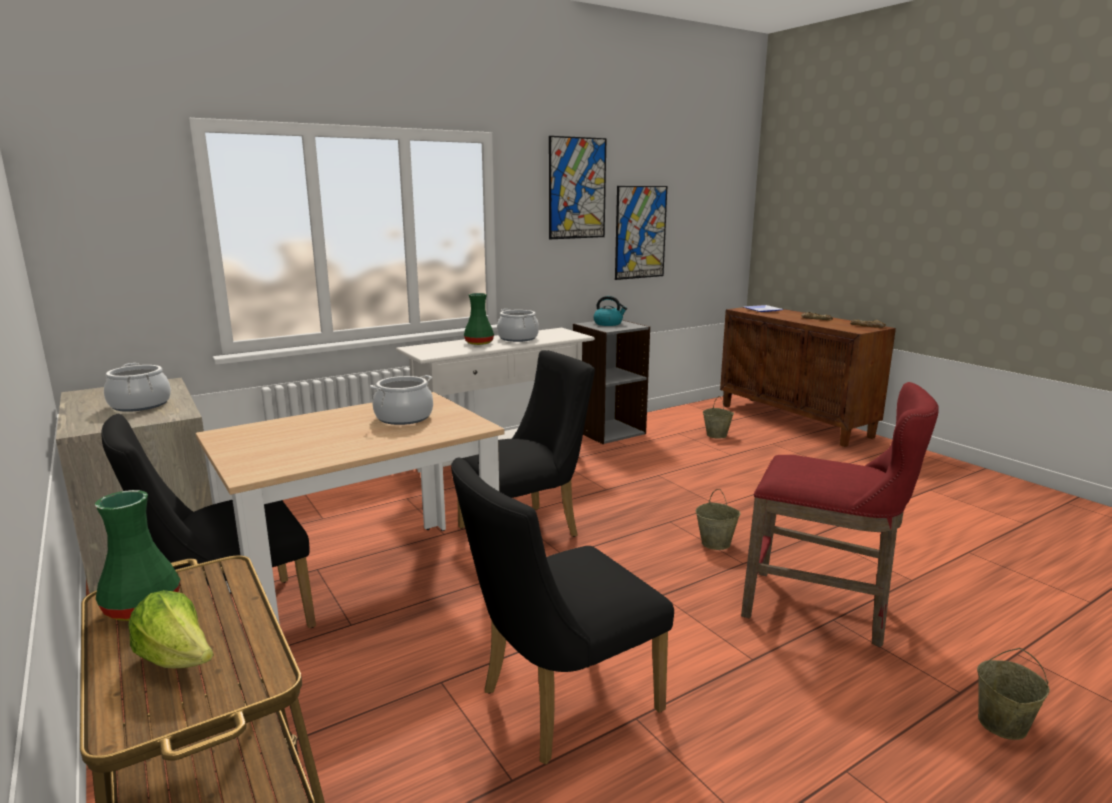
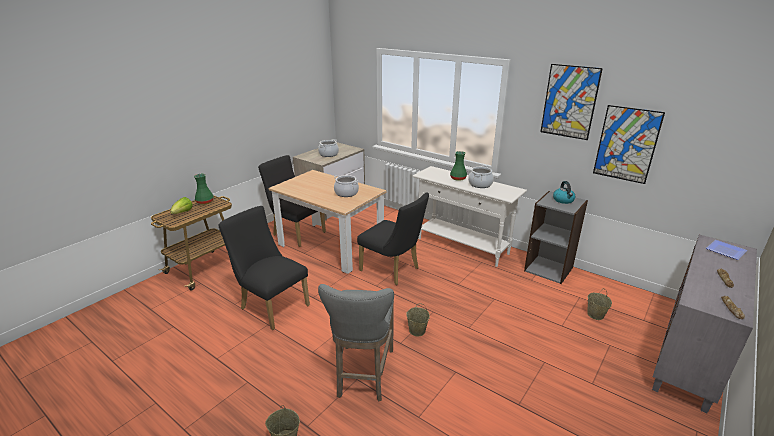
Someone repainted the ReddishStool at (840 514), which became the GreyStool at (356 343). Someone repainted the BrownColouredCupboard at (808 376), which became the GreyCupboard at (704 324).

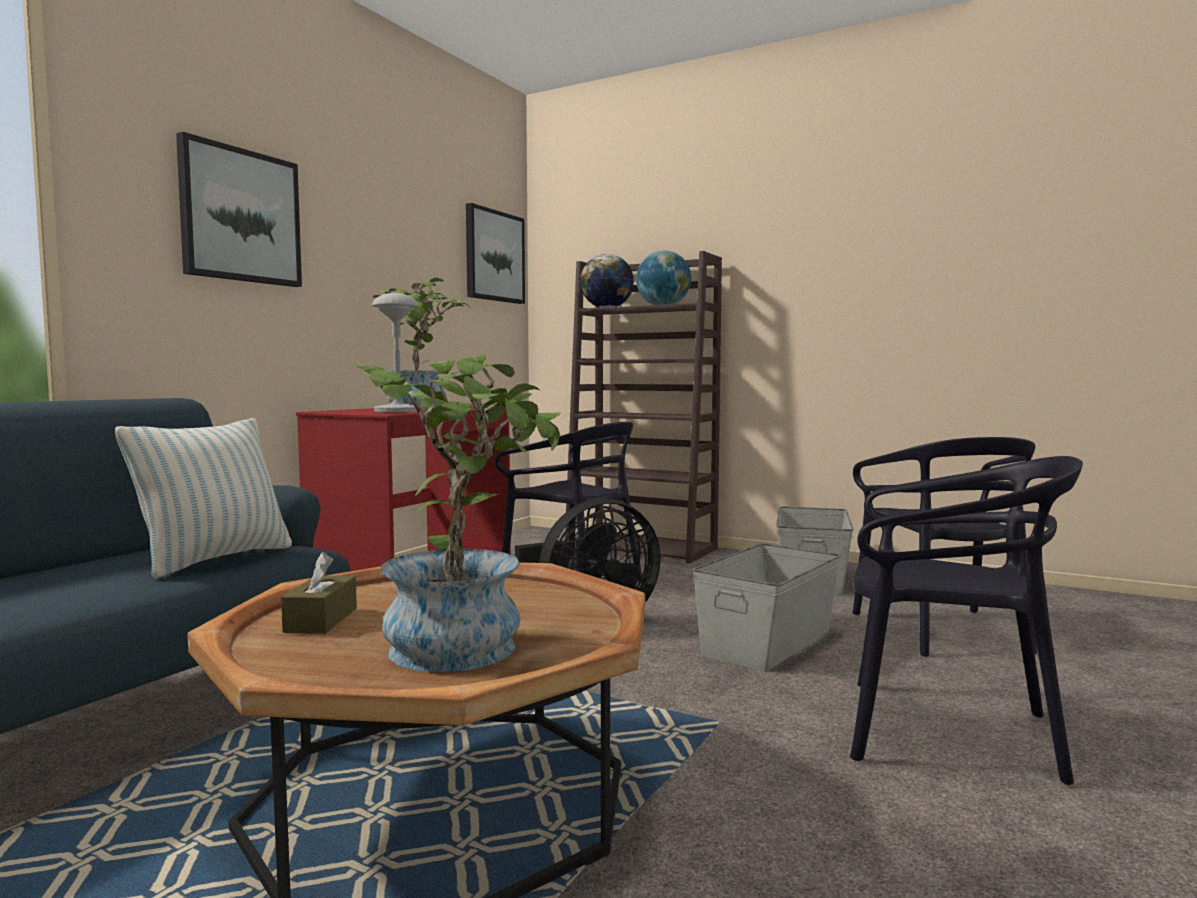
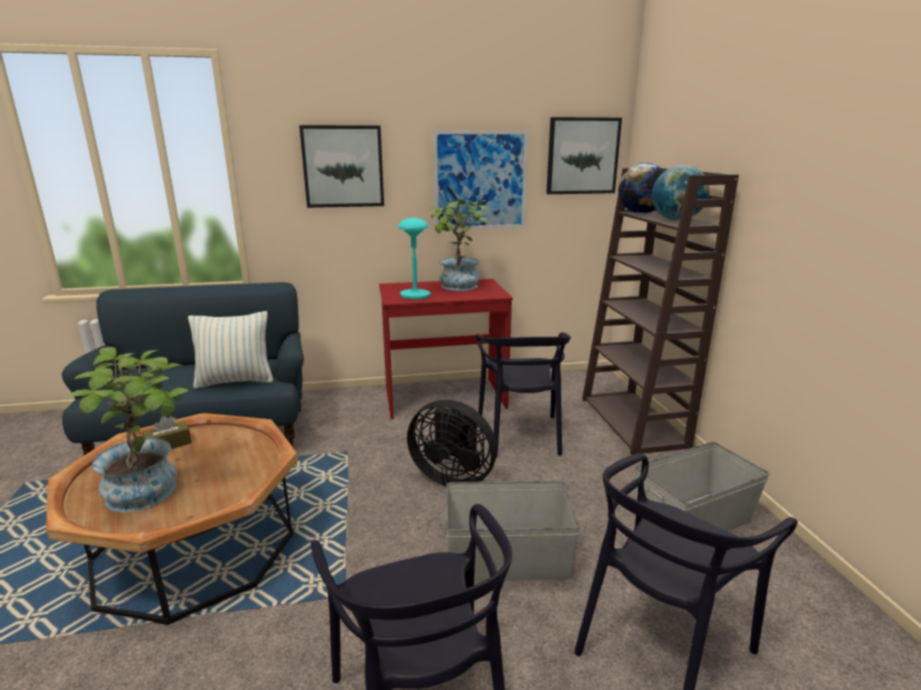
Someone repainted the GreyTableLamp at (397 353), which became the TurquoiseTableLamp at (414 258). Someone put up the WallPicture at (481 180).

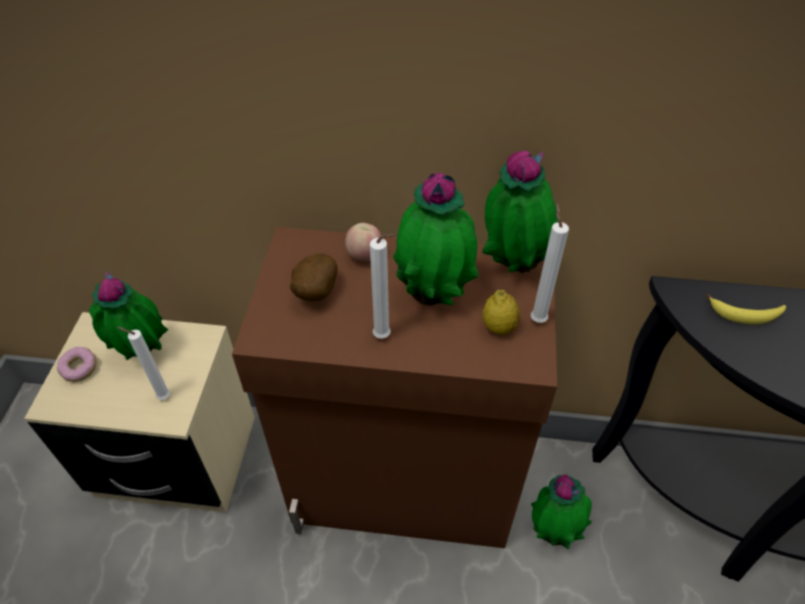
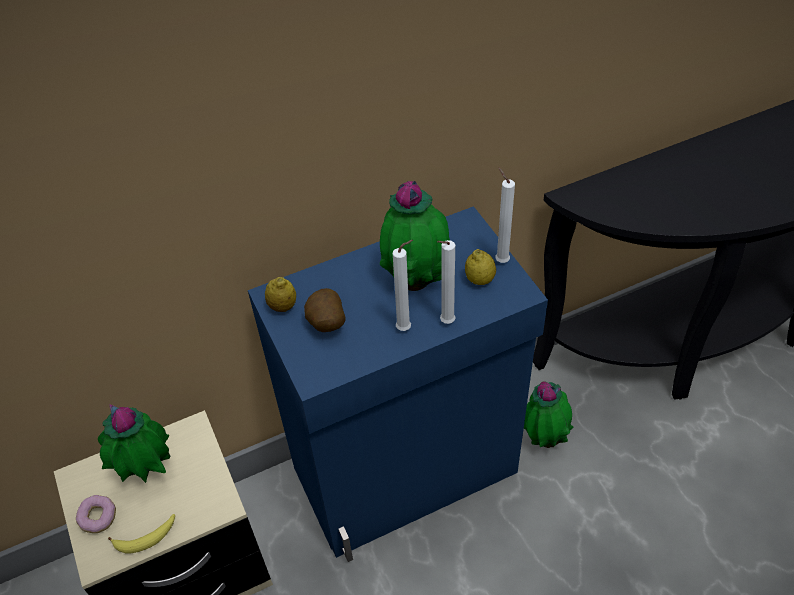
Someone carried the WholeBanana from (746 309) to (141 533). Someone repainted the BrownColouredCupboard at (394 387), which became the BluishCupboard at (398 384). Someone put down the WholeLemon at (280 294). Someone carried the WhiteWaxLight from (143 363) to (446 282). Someone took away the WholeApple at (363 242). Someone took away the PlantInAPot at (520 212).

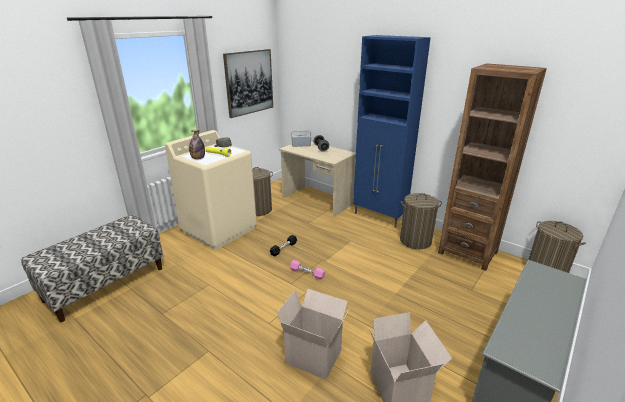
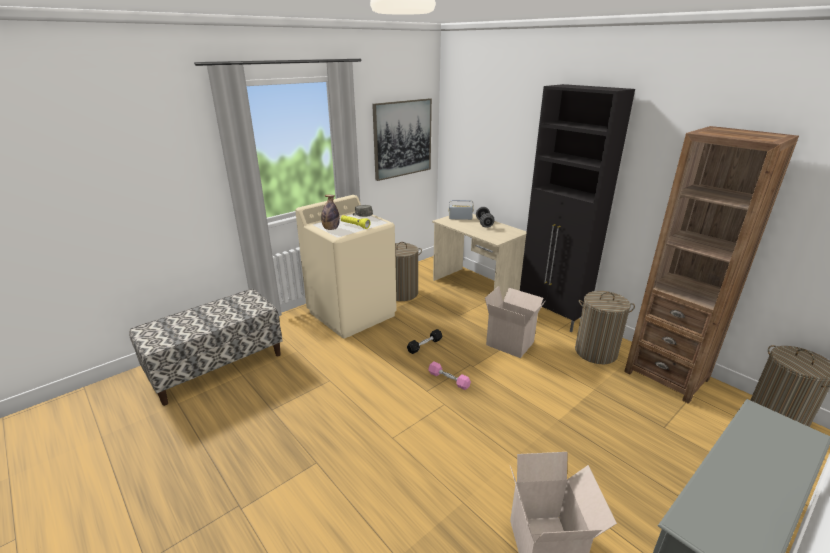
Someone carried the Carton from (313 334) to (515 322). Someone repainted the BluishCupboard at (392 131), which became the BlackCupboard at (577 208).

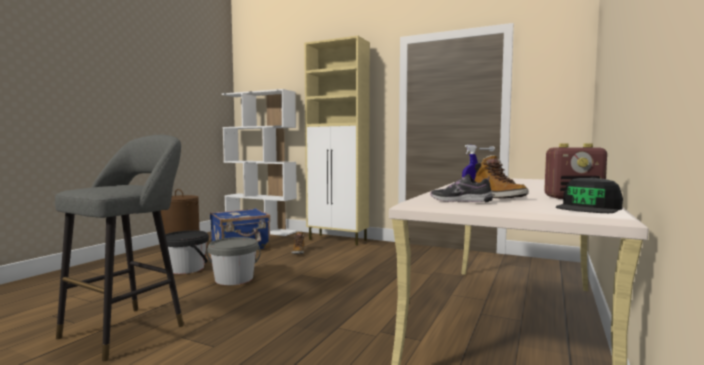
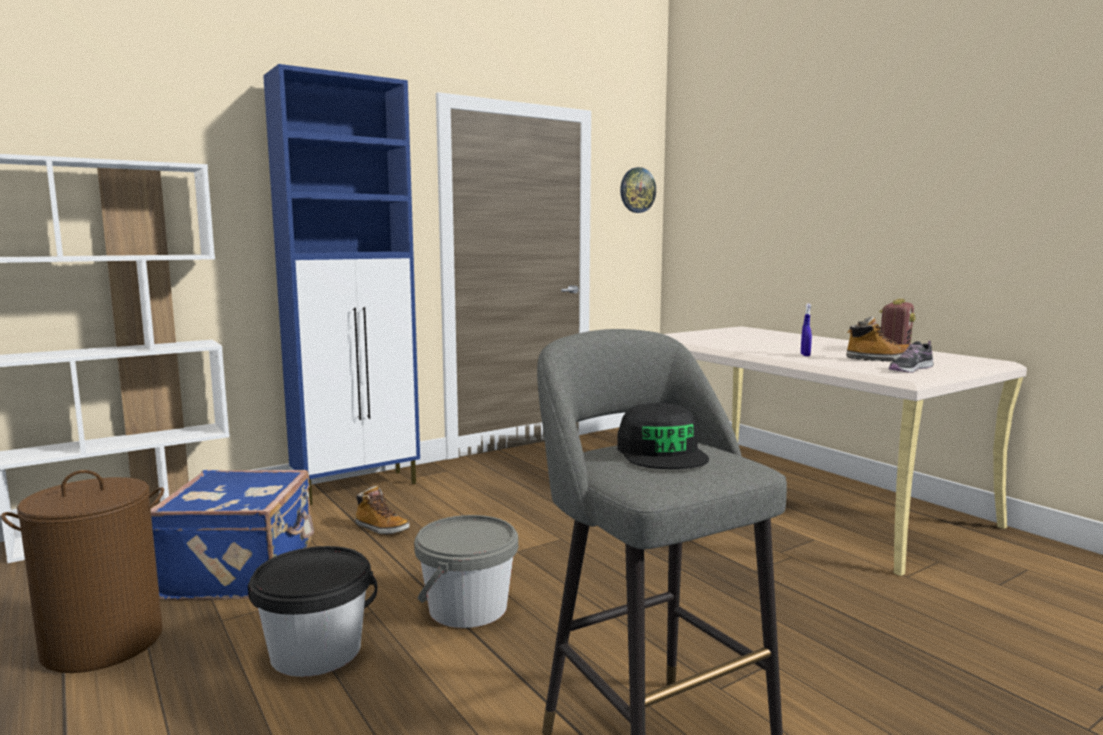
Someone repainted the SandColouredCupboard at (337 140), which became the BluishCupboard at (341 284). Someone carried the BlackBaseballCap from (589 195) to (663 436). Someone put up the WallClock at (638 190).

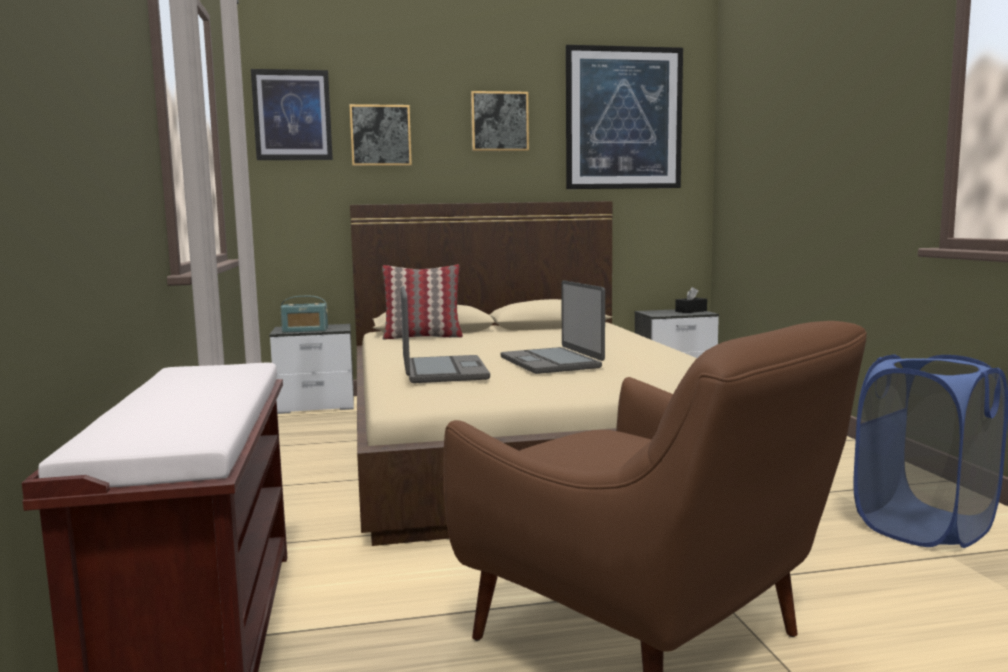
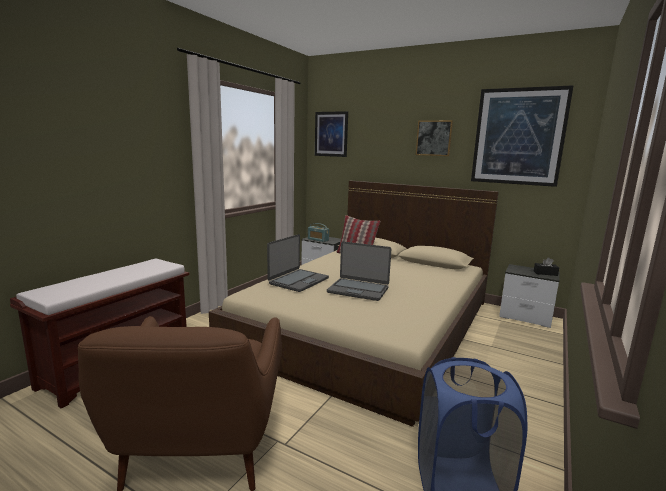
Someone rotated the PortableComputer at (553 327) by 90 degrees counterclockwise. Someone took away the WallPicture at (380 135).

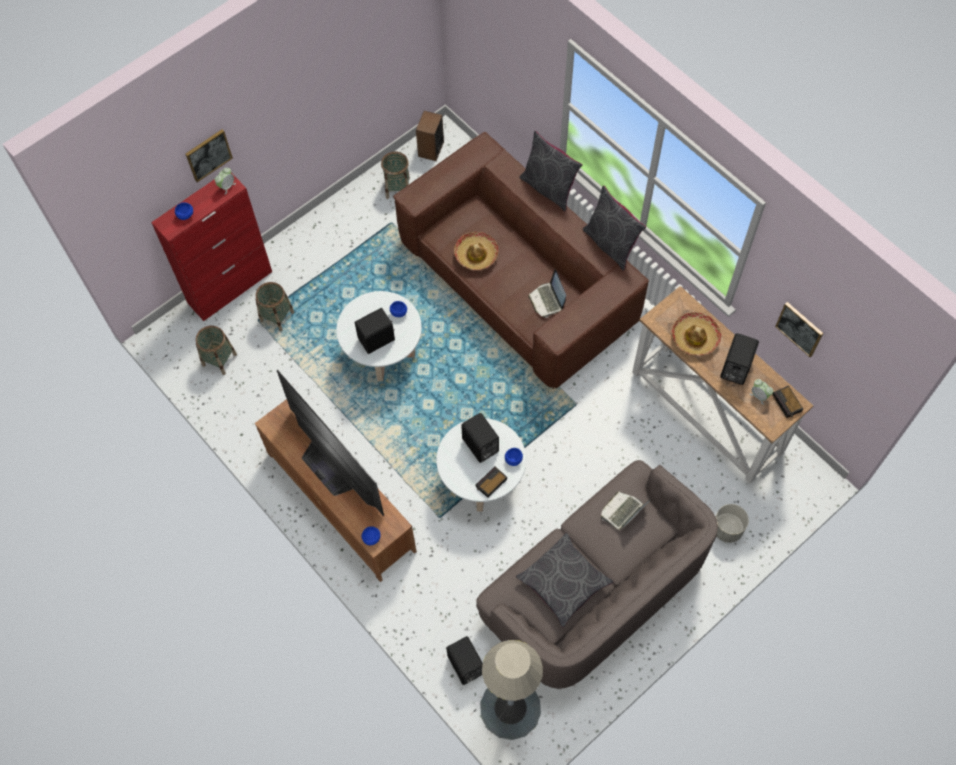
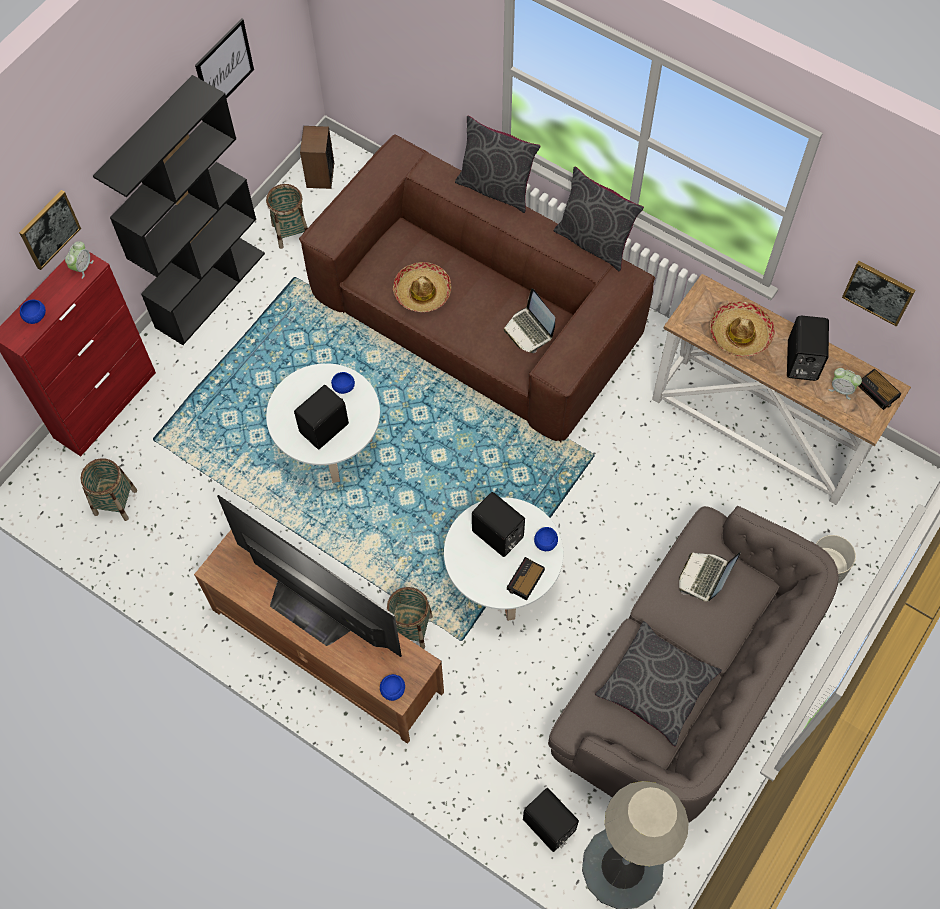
Someone put down the BlackBookcase at (179 210). Someone put up the WallPicture at (224 58). Someone carried the StorageBasket from (274 306) to (410 618).

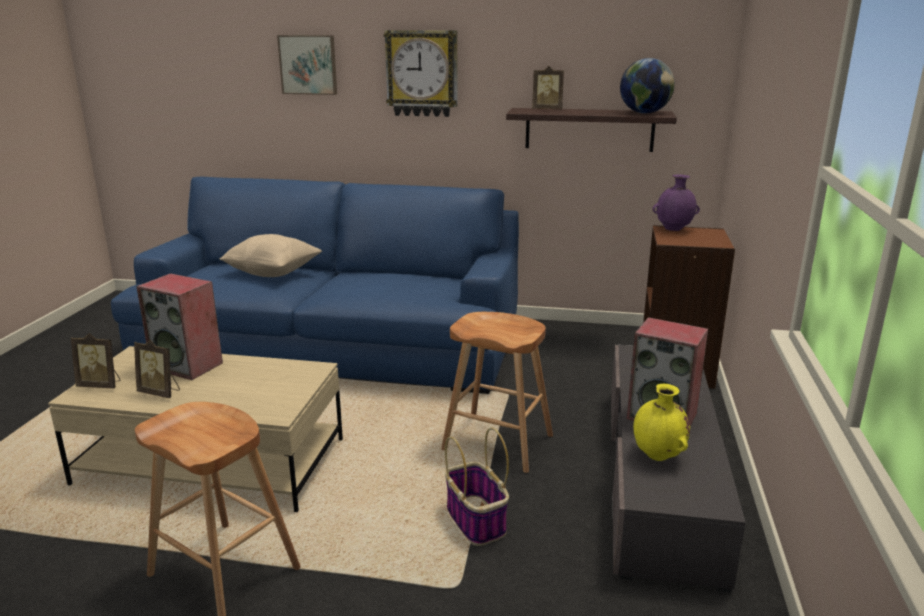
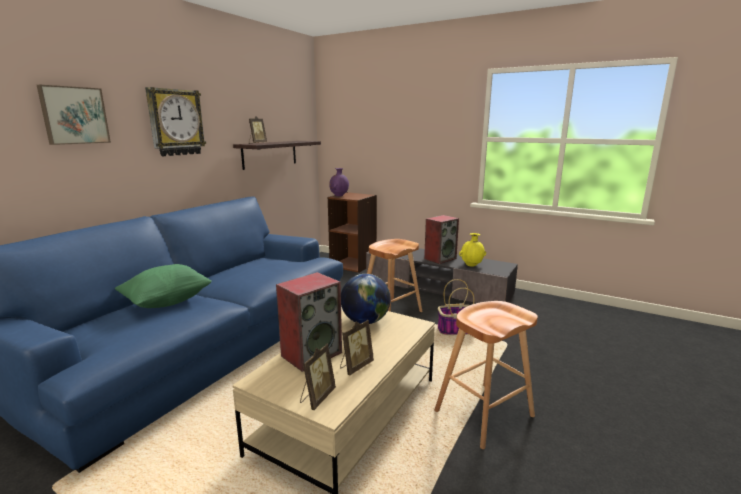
Someone repainted the SandColouredPillow at (271 255), which became the GreenColouredPillow at (163 286). Someone carried the DeskGlobe from (647 85) to (366 299).

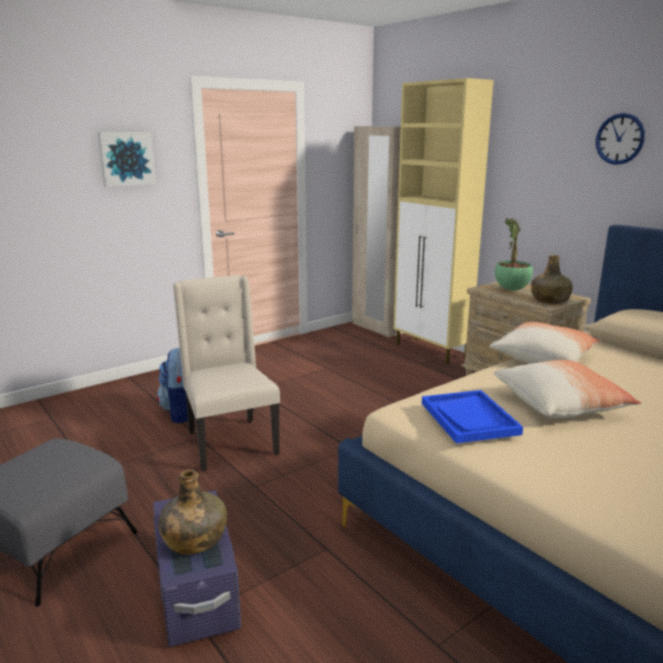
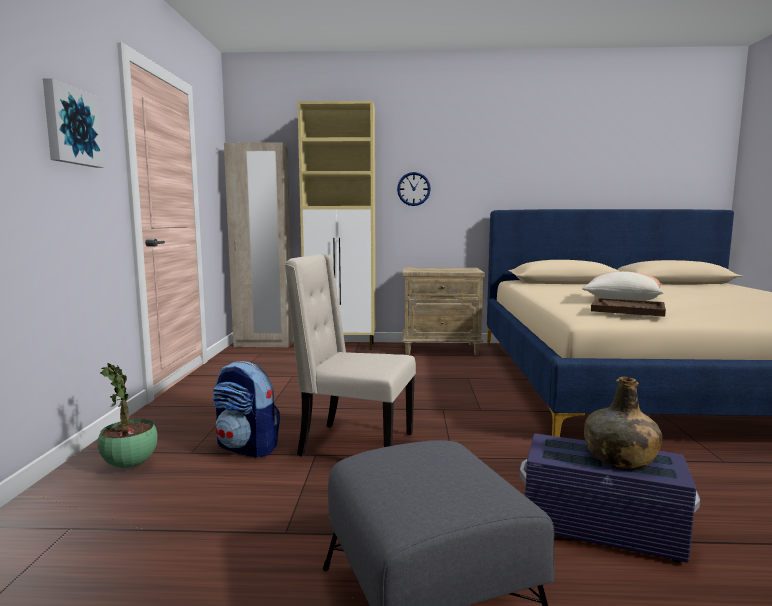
Someone carried the PlantInAPot from (514 254) to (127 415). Someone carried the WallClock from (620 139) to (414 189). Someone repainted the BluishTray at (472 416), which became the BrownColouredTray at (628 307). Someone took away the Pillow at (544 343). Someone took away the GreenColouredBottle at (552 279).

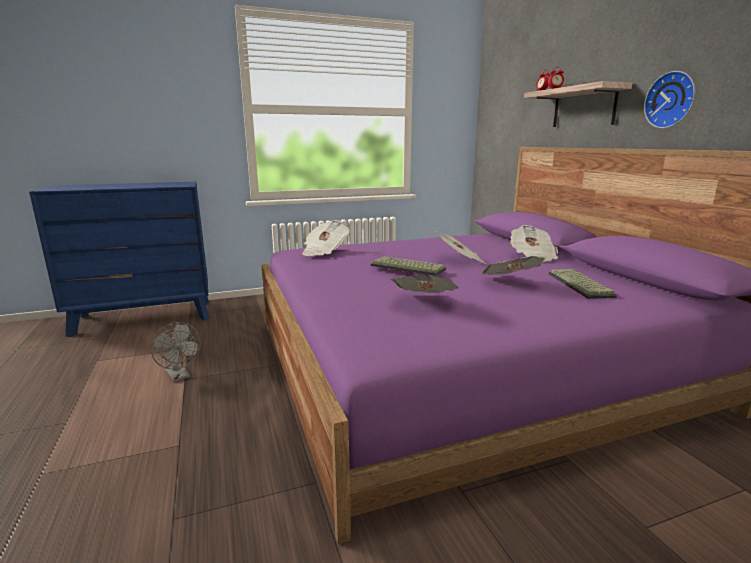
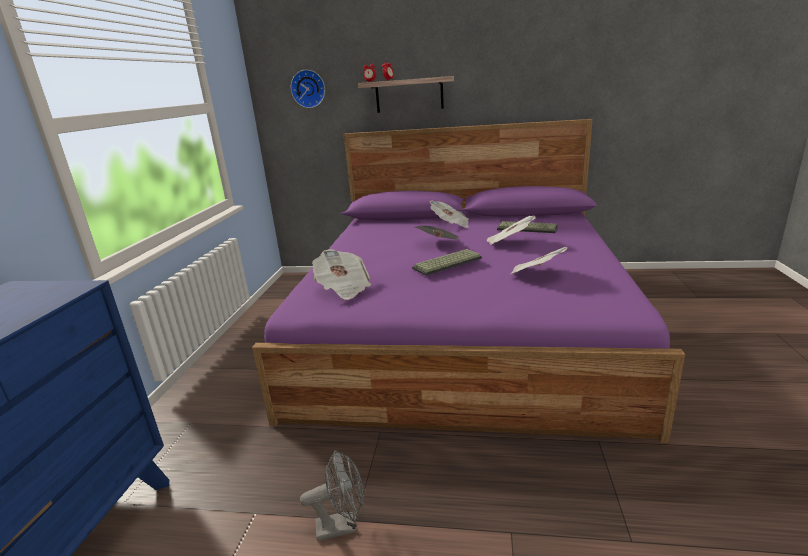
Someone carried the WallClock from (669 99) to (308 89).

